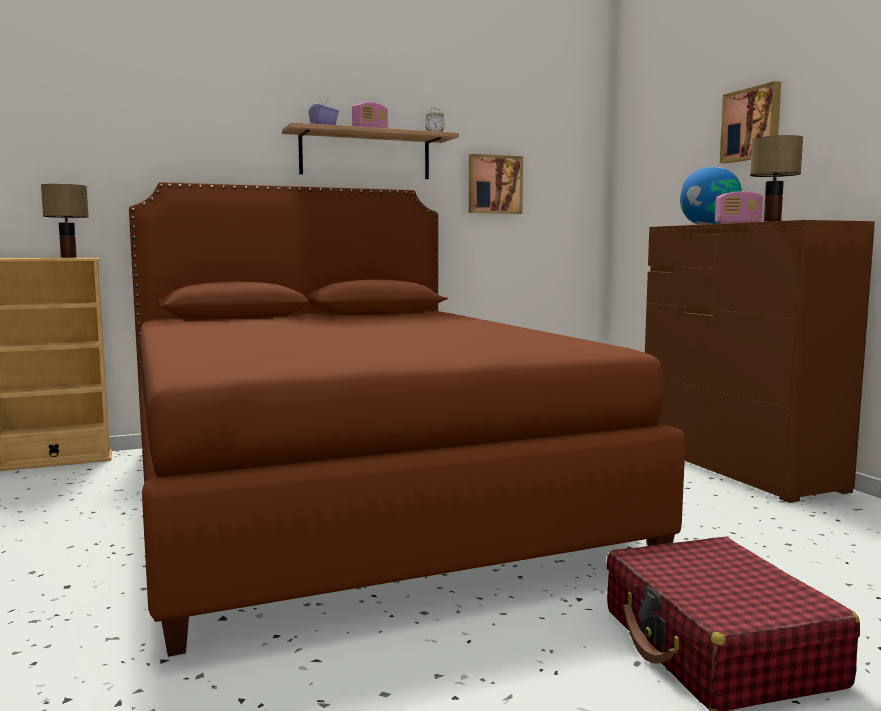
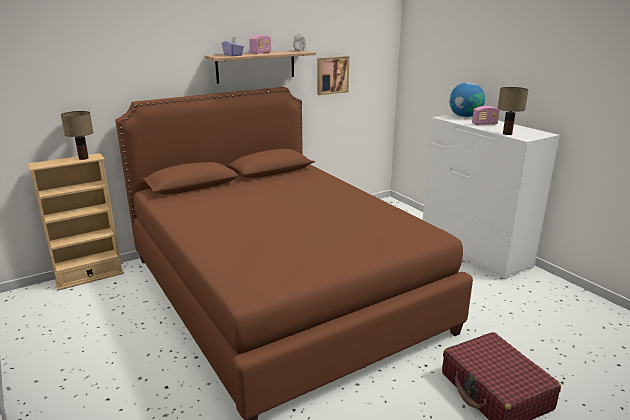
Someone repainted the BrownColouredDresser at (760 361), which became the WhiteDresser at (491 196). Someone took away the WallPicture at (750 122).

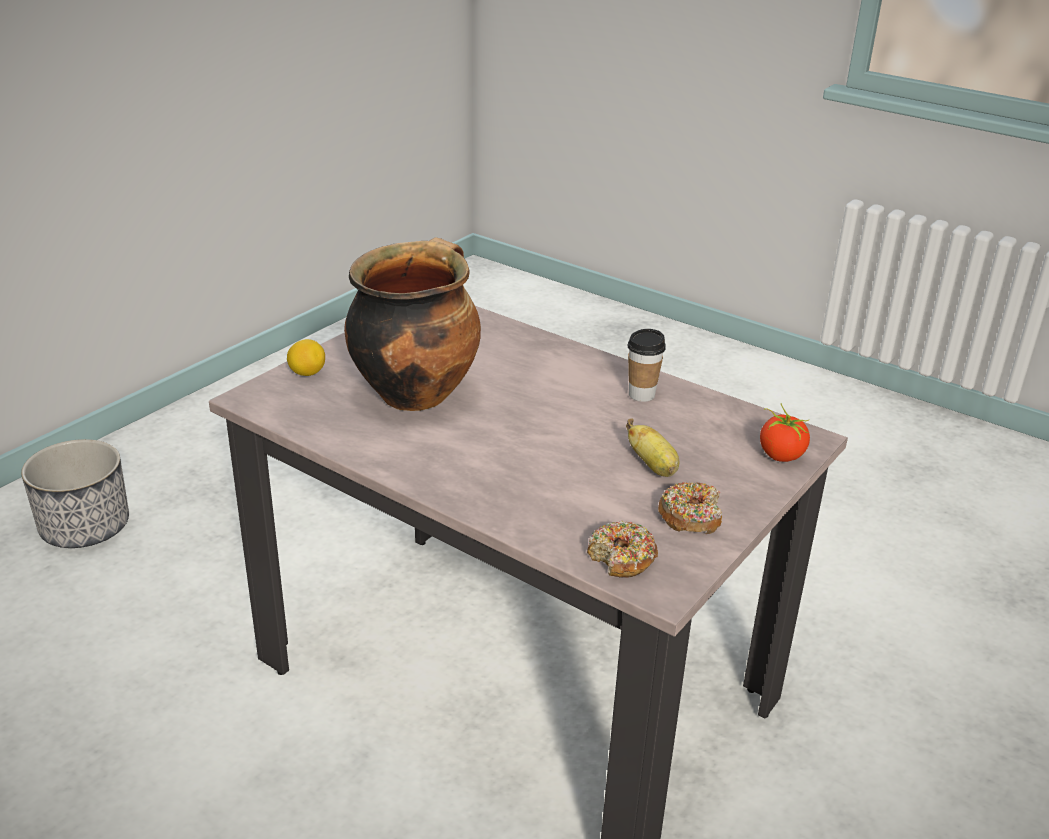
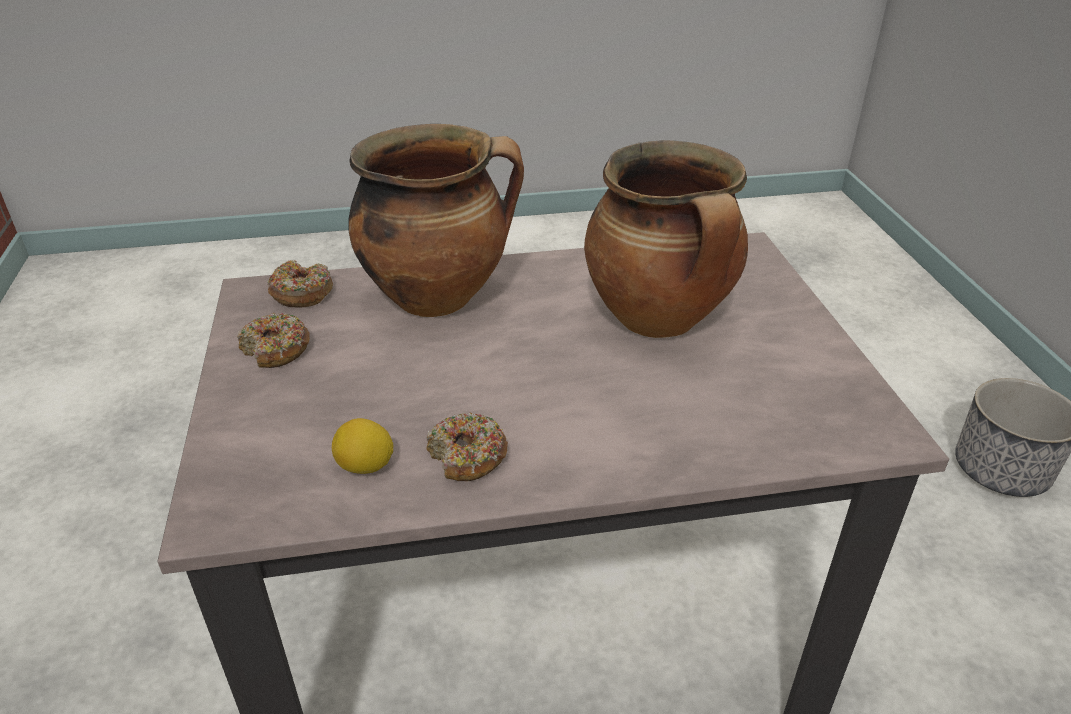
Someone carried the WholeLemon from (306 357) to (362 446). Someone put down the CookingPot at (436 220). Someone swapped the DrinkingCup at (646 365) for the Donut at (467 446). Someone took away the WholeBanana at (652 447). Someone took away the WholeTomato at (785 433).

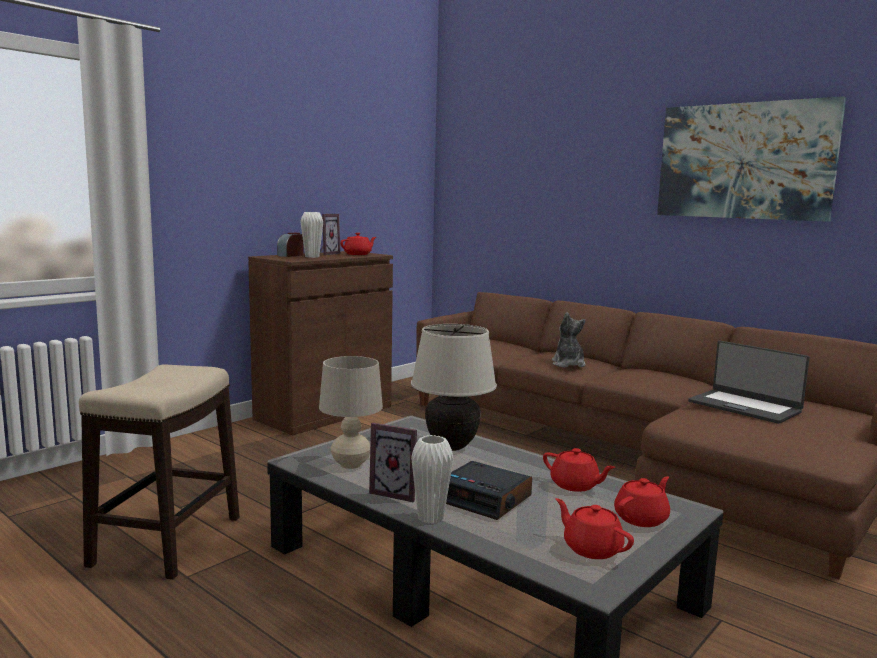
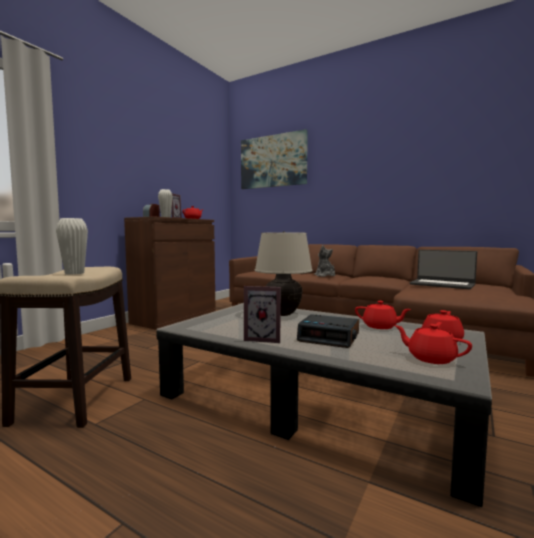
Someone carried the WhiteFlowerVase from (432 479) to (72 246). Someone carried the WallPicture from (751 159) to (274 159). Someone took away the SandColouredTableLamp at (351 412).

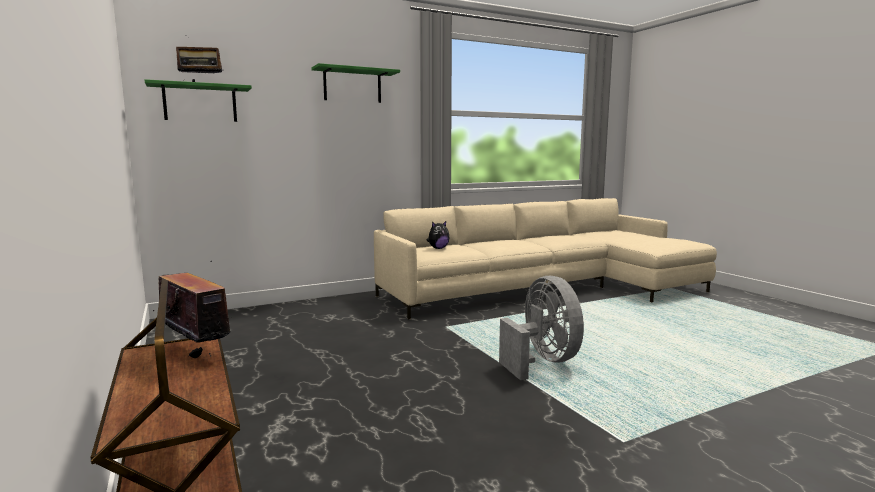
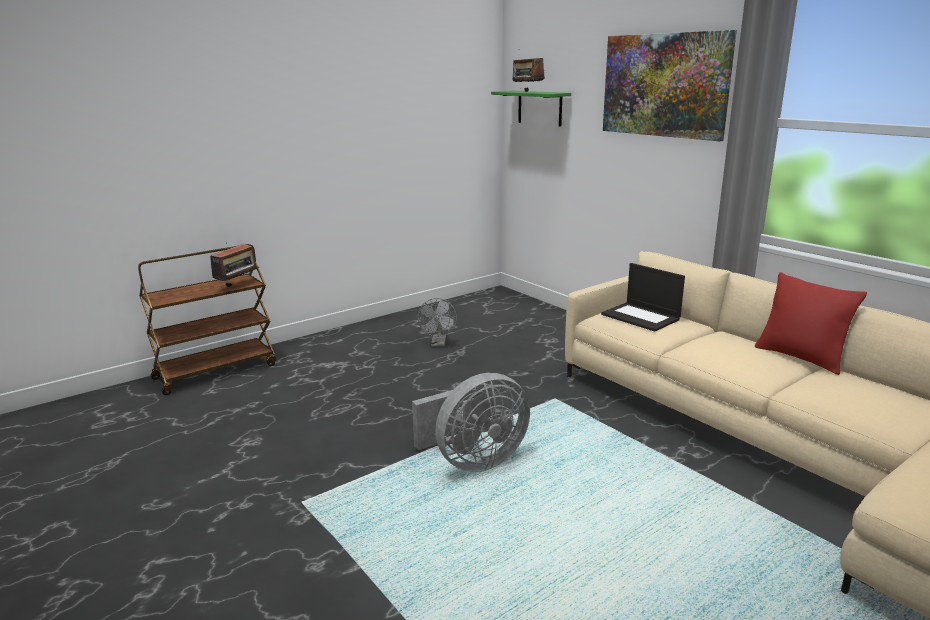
Someone put down the GreyFan at (437 322). Someone swapped the PlushToy at (438 235) for the PortableComputer at (643 297). Someone swapped the GreenColouredBracketShelf at (355 83) for the WallPicture at (670 85). Someone put down the ReddishPillow at (811 323).

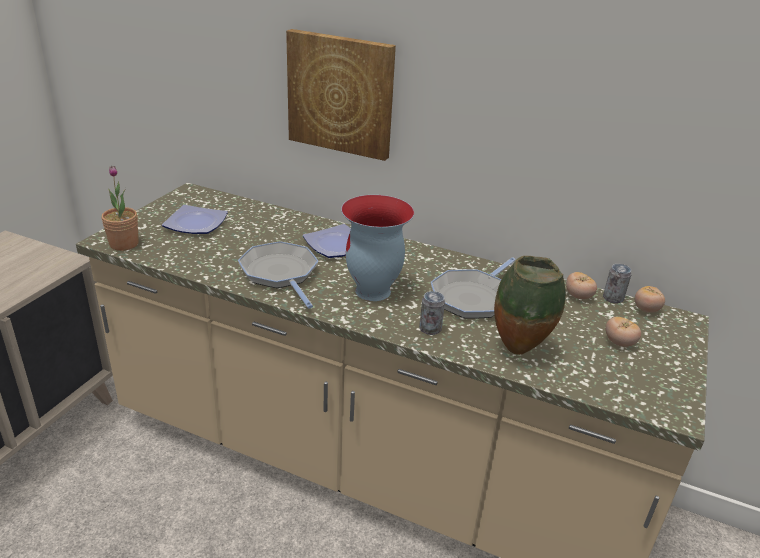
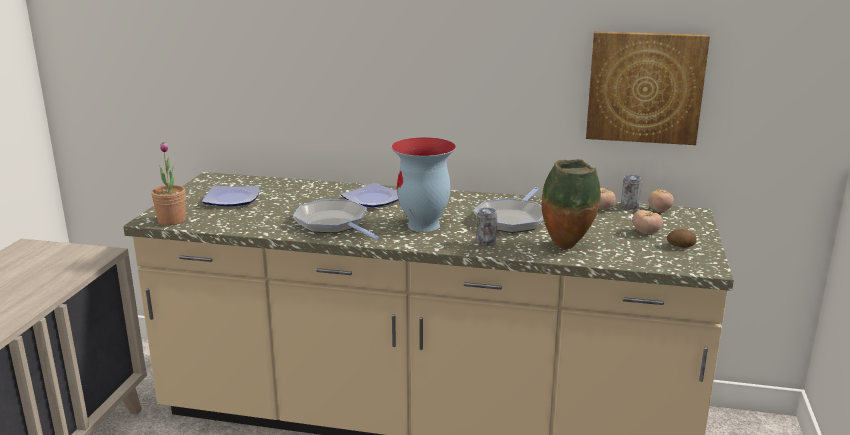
Someone carried the WallPicture from (341 95) to (648 88). Someone put down the WholePotato at (682 238).

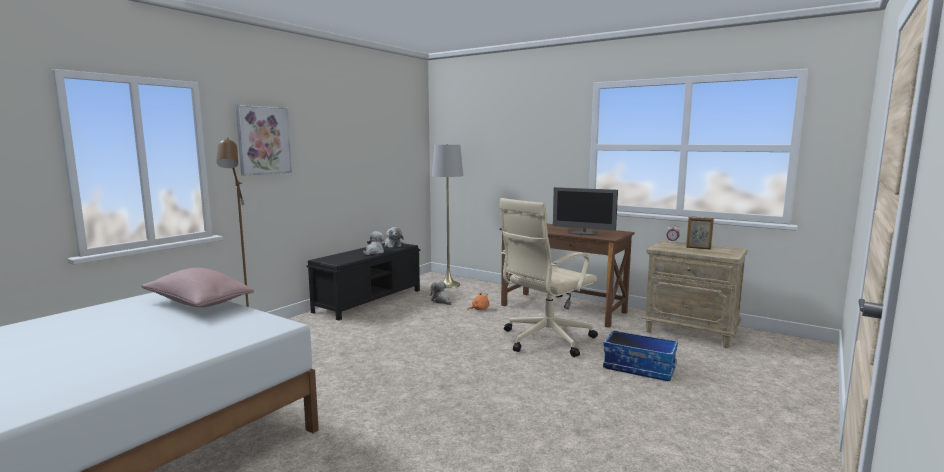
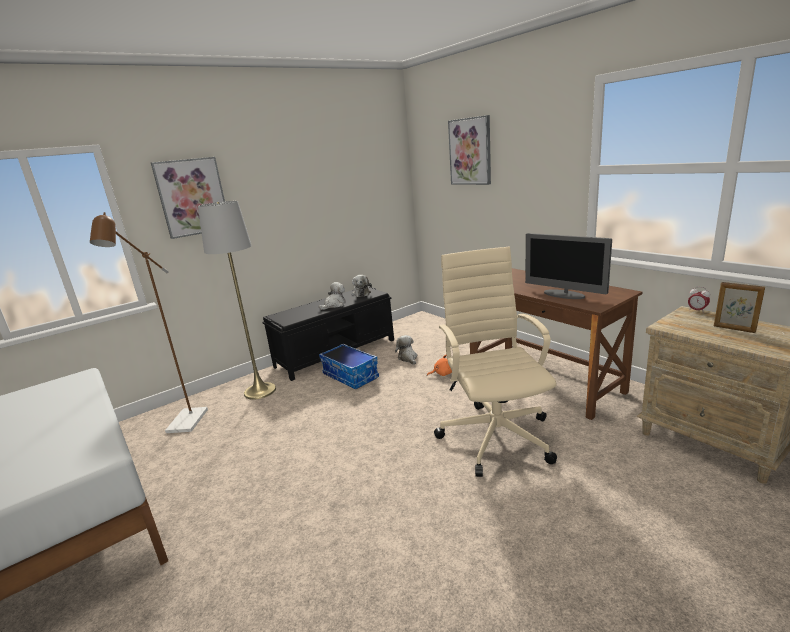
Someone carried the GreyStandingLamp from (447 216) to (237 300). Someone carried the StorageBin from (640 355) to (349 366). Someone rotated the SandColouredDeskChair at (548 277) by 105 degrees clockwise. Someone put up the WallPicture at (469 150). Someone took away the PinkPillow at (197 287).

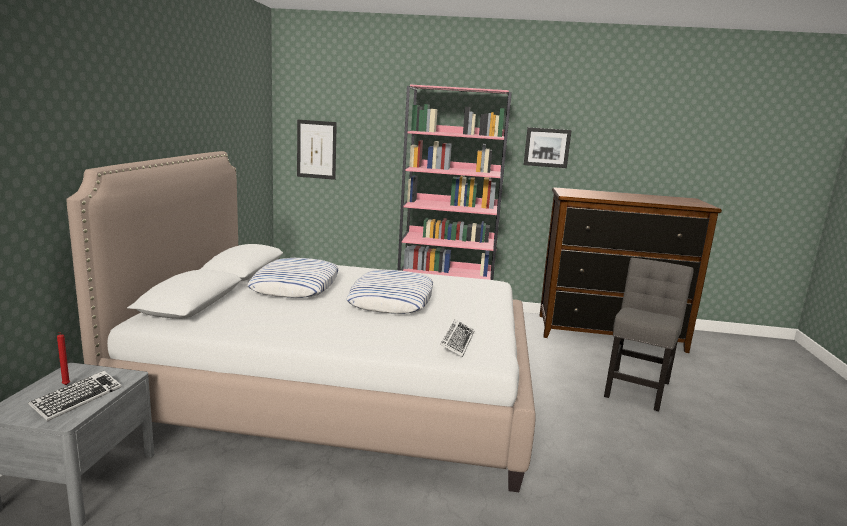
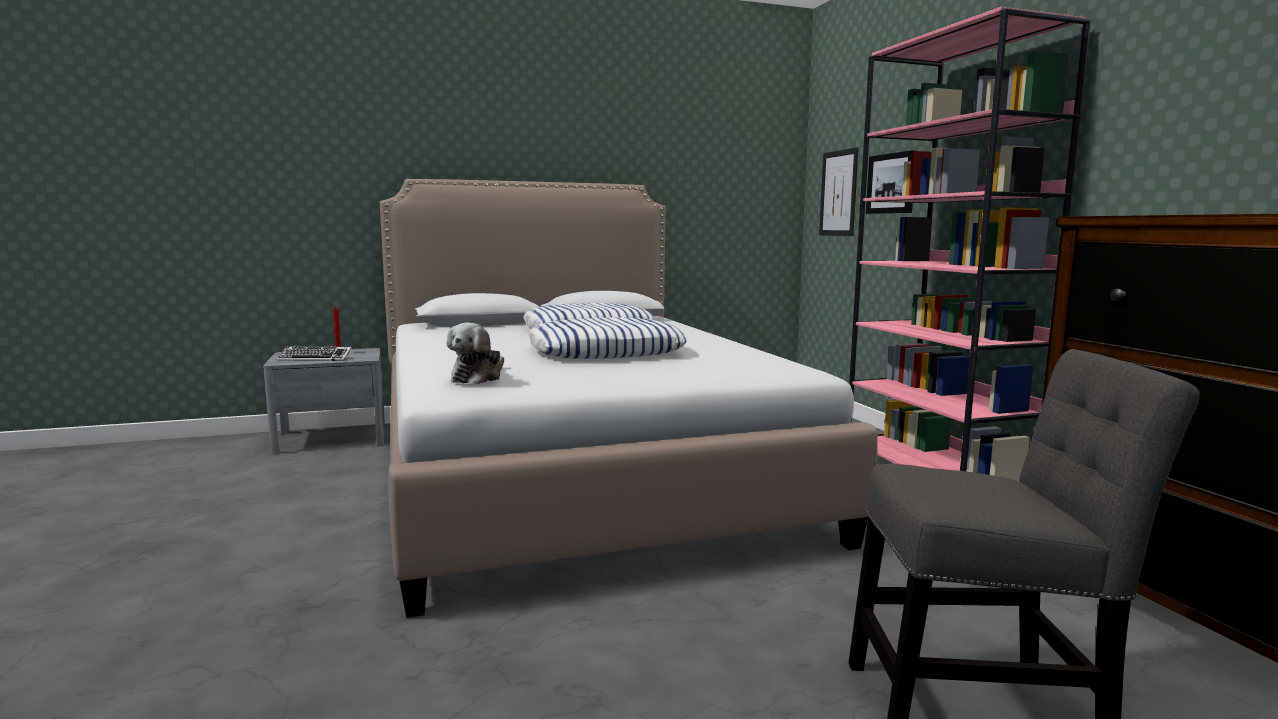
Someone swapped the ComputerKeyboard at (457 338) for the PlushToy at (475 353). Someone carried the WallPicture from (548 147) to (891 182).

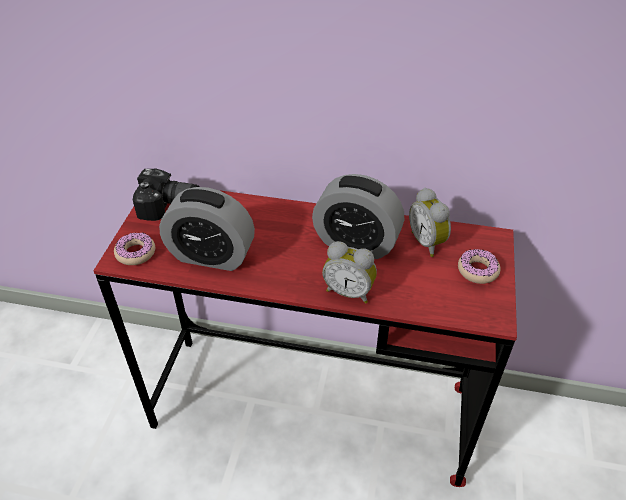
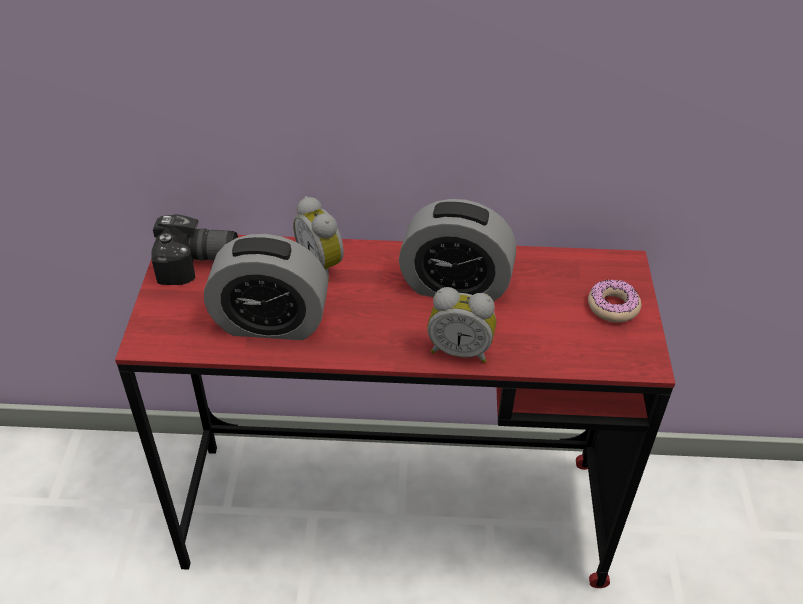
Someone carried the BedsideClock from (430 222) to (318 239). Someone took away the Donut at (134 248).

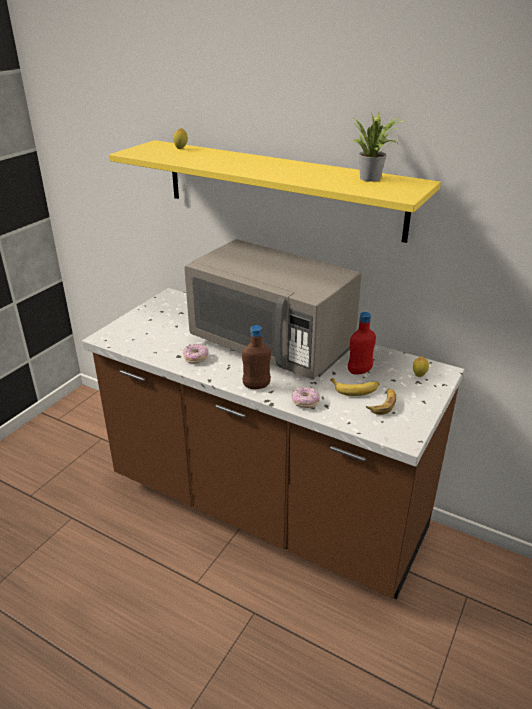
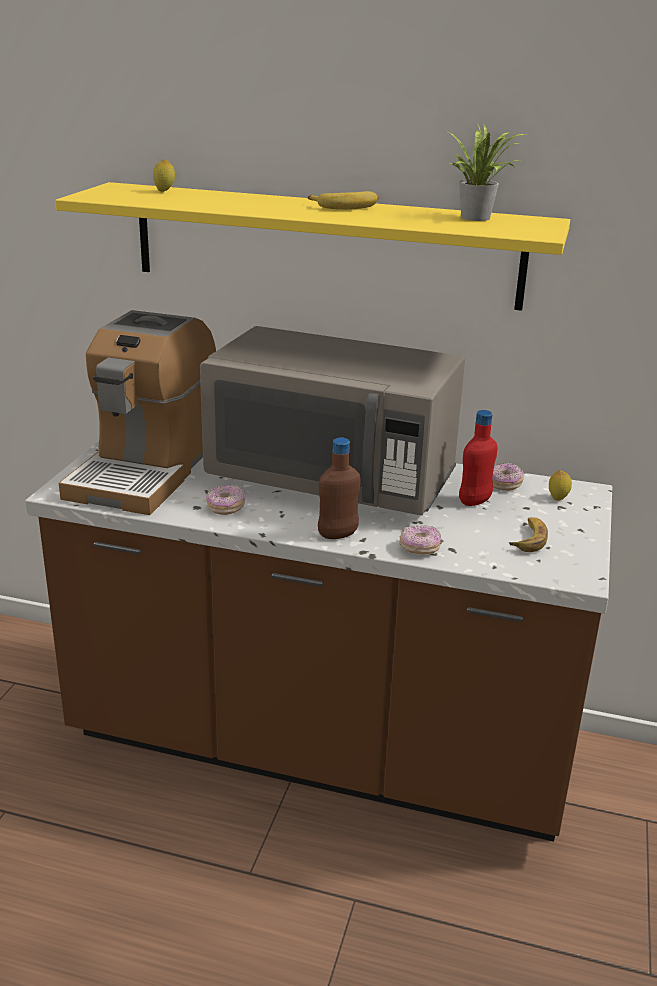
Someone put down the CoffeeMaker at (137 412). Someone carried the WholeBanana from (354 387) to (343 200). Someone put down the Donut at (508 477).

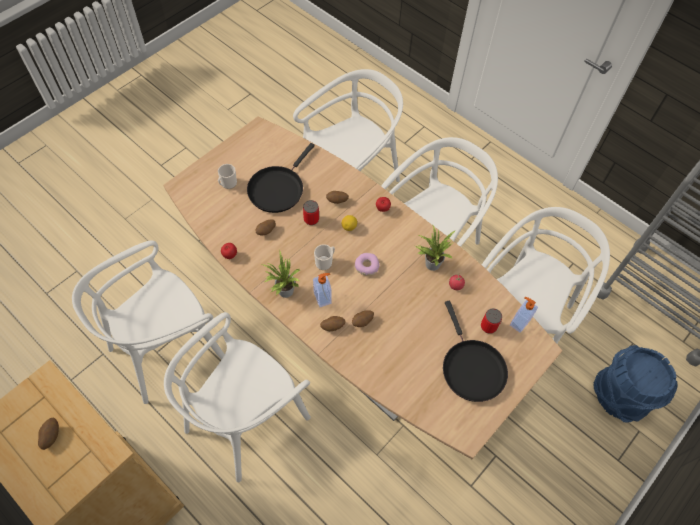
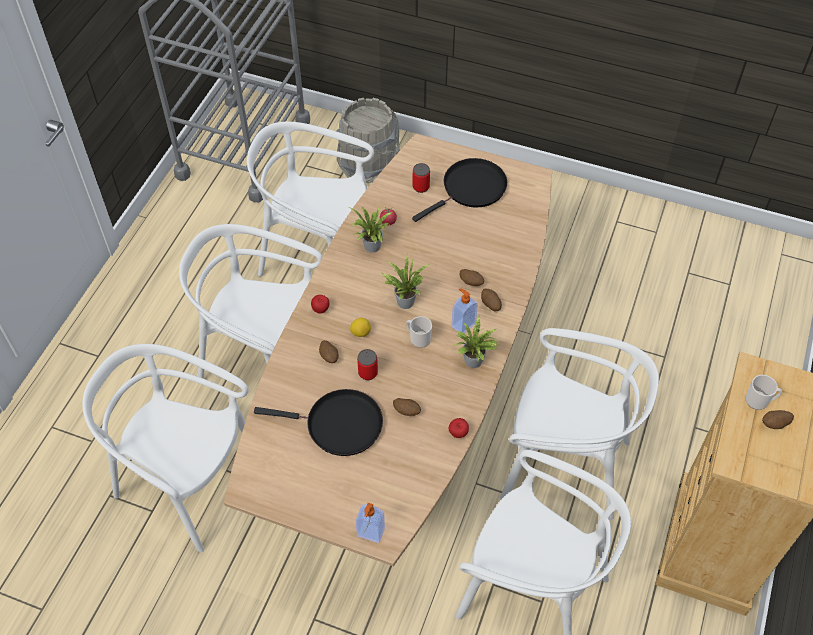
Someone repainted the BluishBucket at (636 384), which became the GreyBucket at (368 140). Someone carried the LiquidSoapBottle from (524 315) to (370 523). Someone swapped the Donut at (367 264) for the PlantInAPot at (406 281). Someone carried the Mug from (227 176) to (764 392).

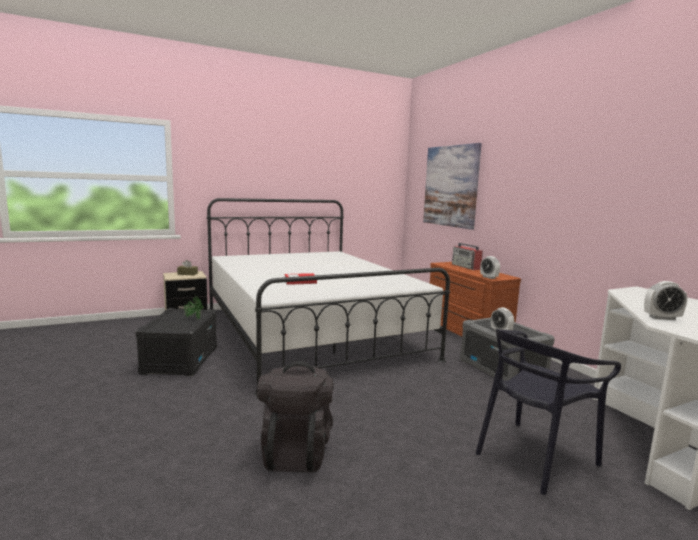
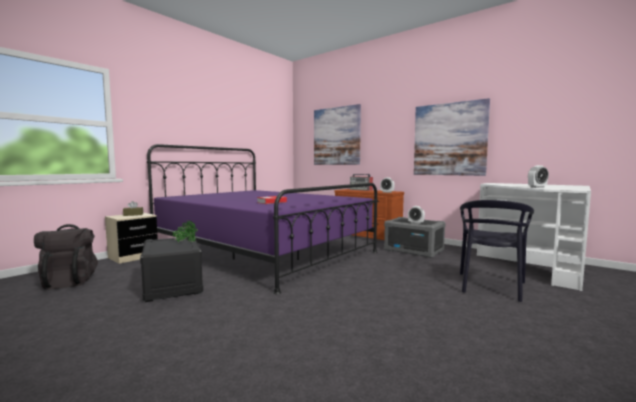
Someone carried the BlackRucksack from (295 417) to (66 257). Someone repainted the WhiteBedroomBed at (328 297), which became the PurplishBedroomBed at (262 219). Someone put up the WallPicture at (452 137).

